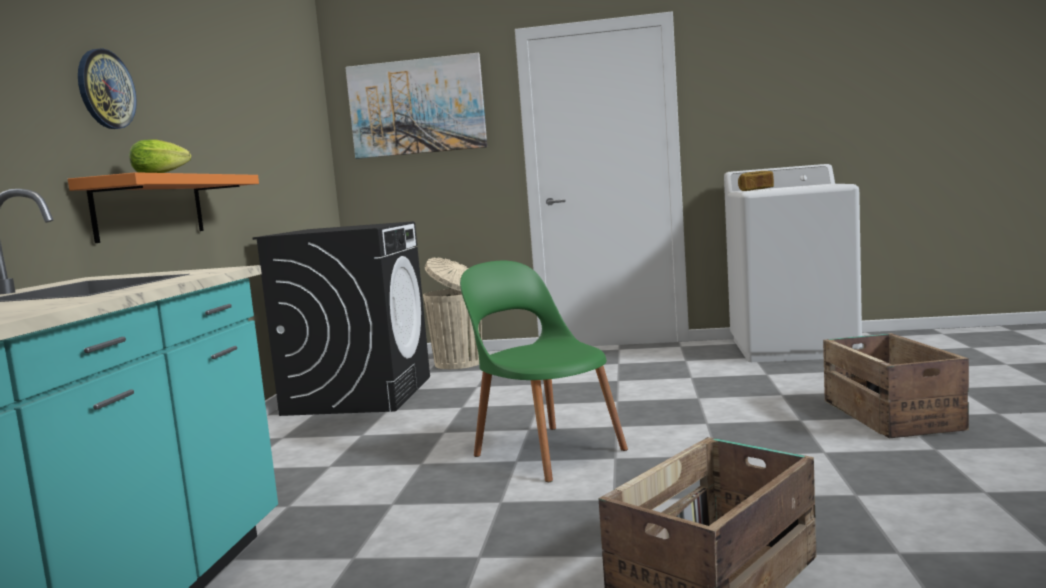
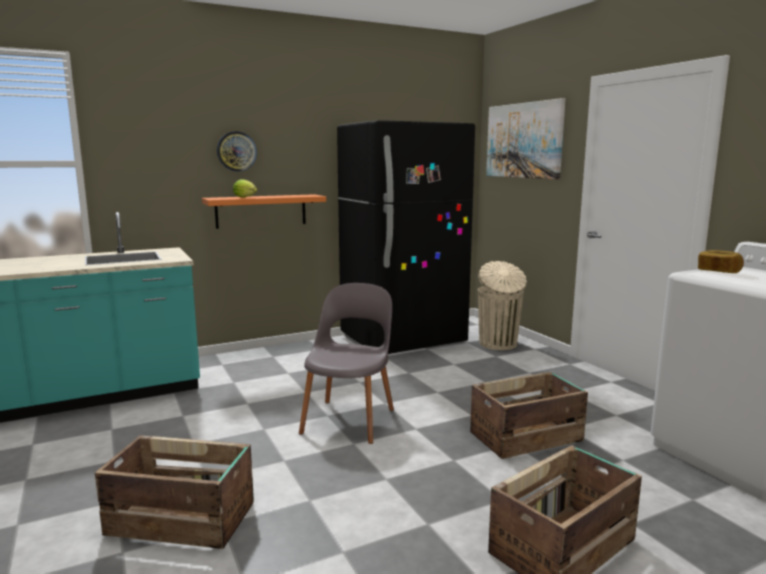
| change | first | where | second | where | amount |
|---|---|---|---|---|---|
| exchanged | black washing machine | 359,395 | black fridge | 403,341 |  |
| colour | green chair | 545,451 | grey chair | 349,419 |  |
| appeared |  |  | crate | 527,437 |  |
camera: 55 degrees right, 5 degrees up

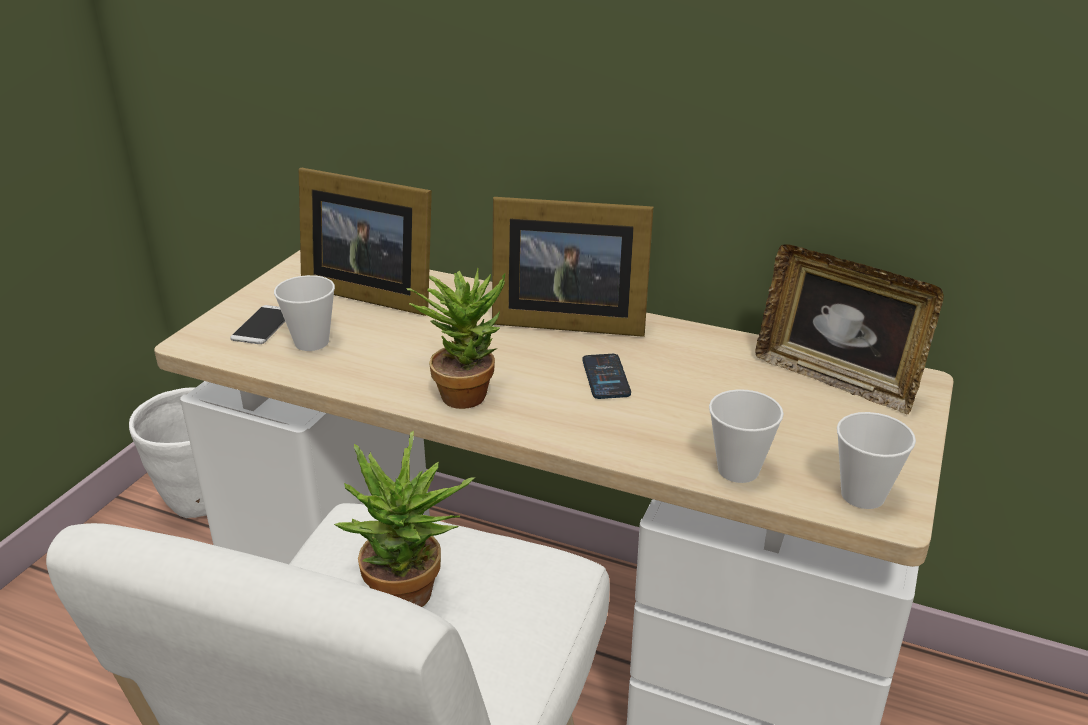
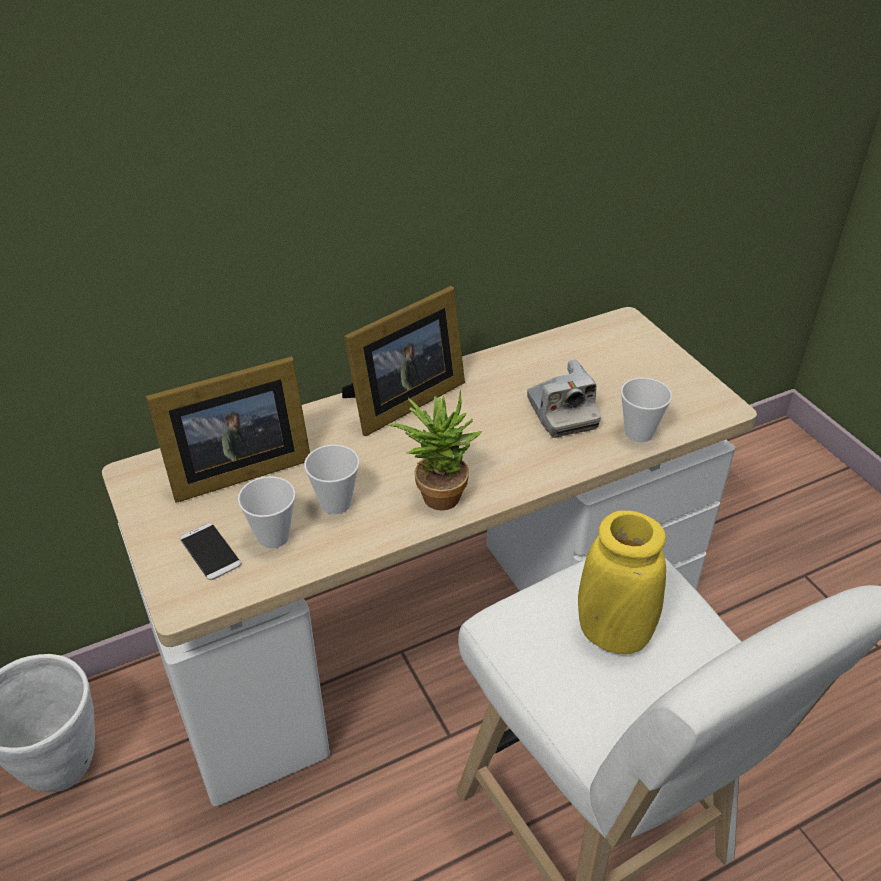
| change | first | where | second | where | amount |
|---|---|---|---|---|---|
| exchanged | potted plant | 412,599 | yellow vase | 613,633 |  |
| missing | phone | 606,377 |  |  |  |
| missing | picture frame | 835,379 |  |  |  |
| relocated | cup | 862,495 |  | 335,503 |  |
| appeared |  |  | photo camera | 561,413 |  |
camera: 50 degrees left, 10 degrees up

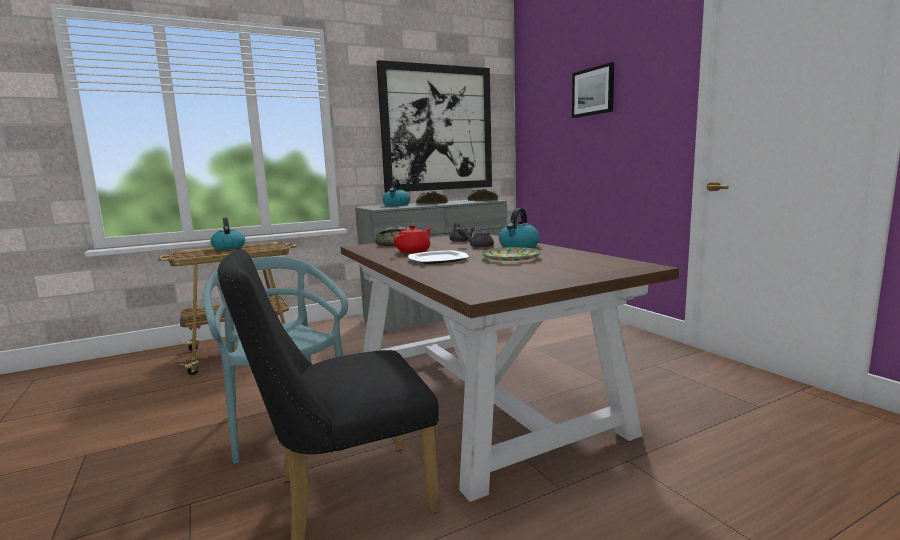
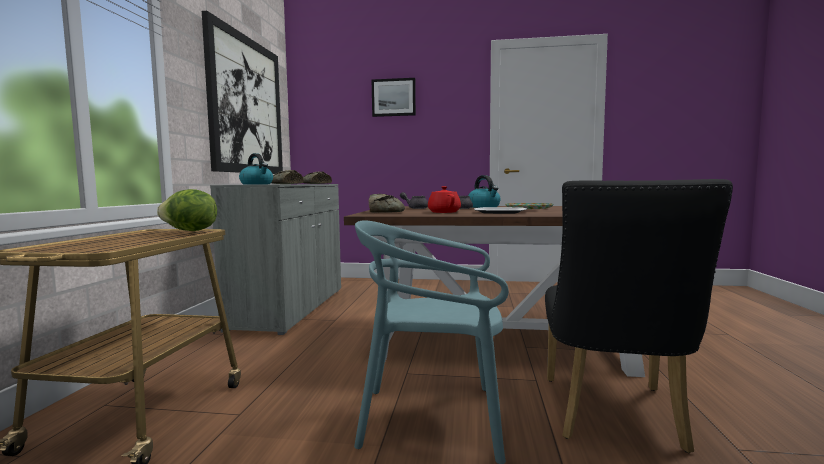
| change | first | where | second | where | amount |
|---|---|---|---|---|---|
| missing | kettle | 228,247 |  |  |  |
| appeared |  |  | lettuce | 190,231 |  |
camera: 55 degrees left, 5 degrees down

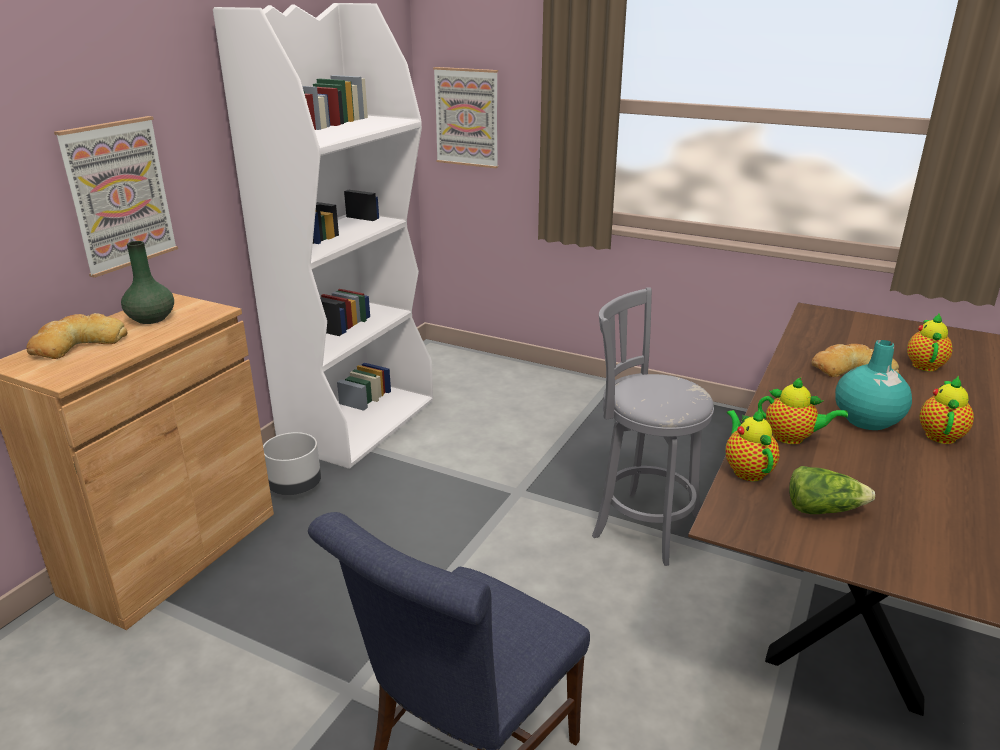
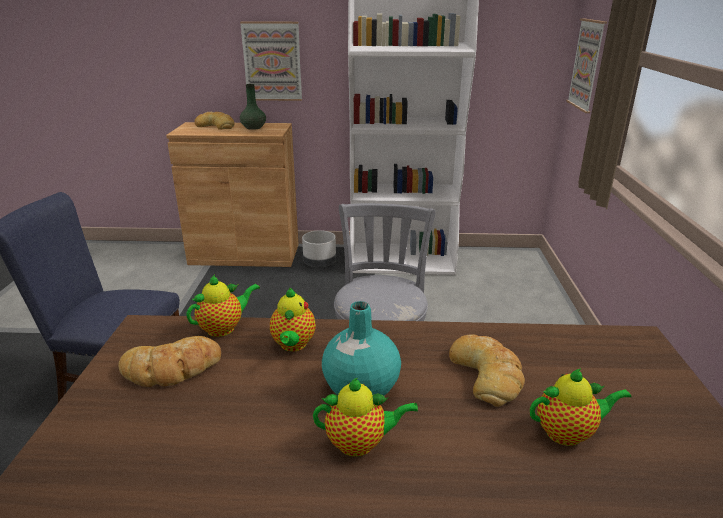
| change | first | where | second | where | amount |
|---|---|---|---|---|---|
| exchanged | lettuce | 823,509 | bread | 172,368 |  |
camera: 65 degrees right, 0 degrees up

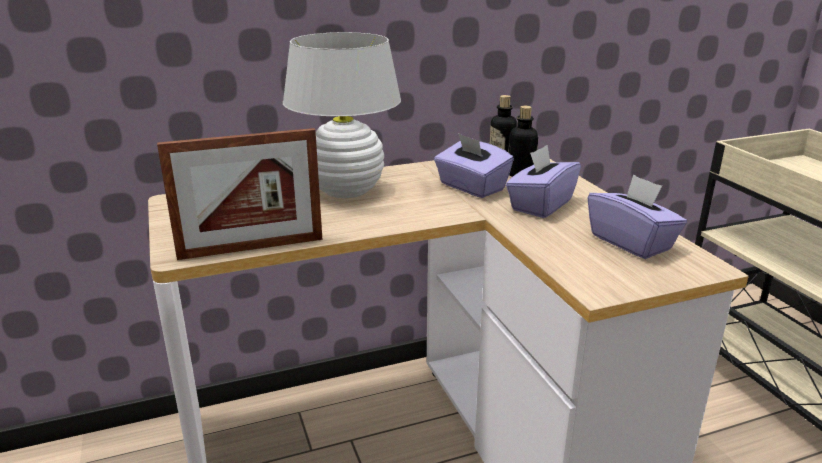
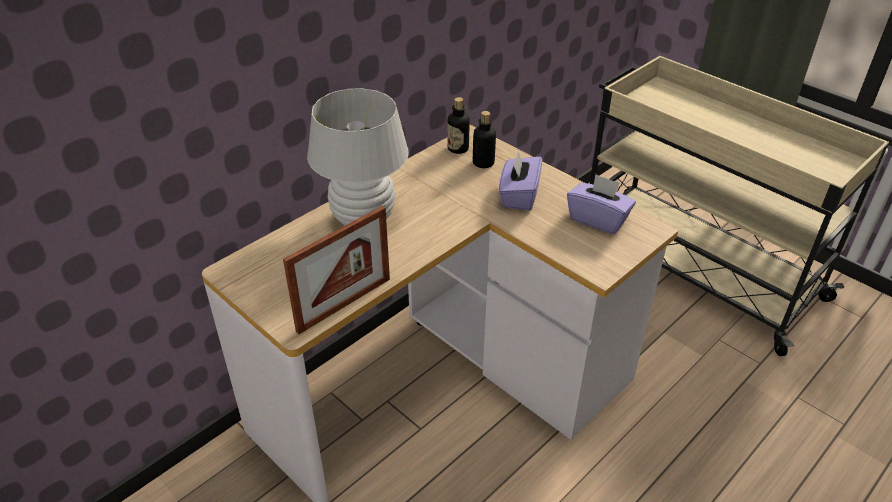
| change | first | where | second | where | amount |
|---|---|---|---|---|---|
| missing | purple tissue box | 471,187 |  |  |  |
camera: 25 degrees left, 15 degrees up

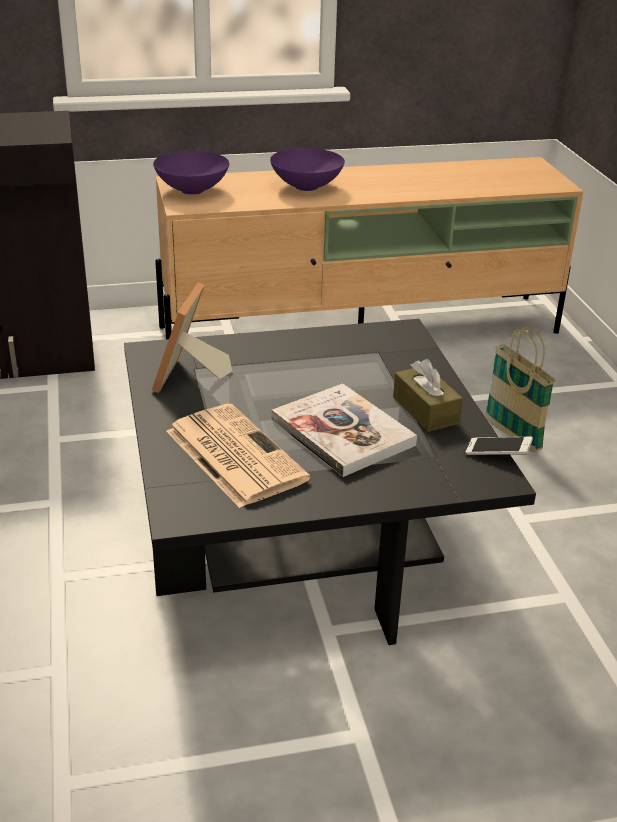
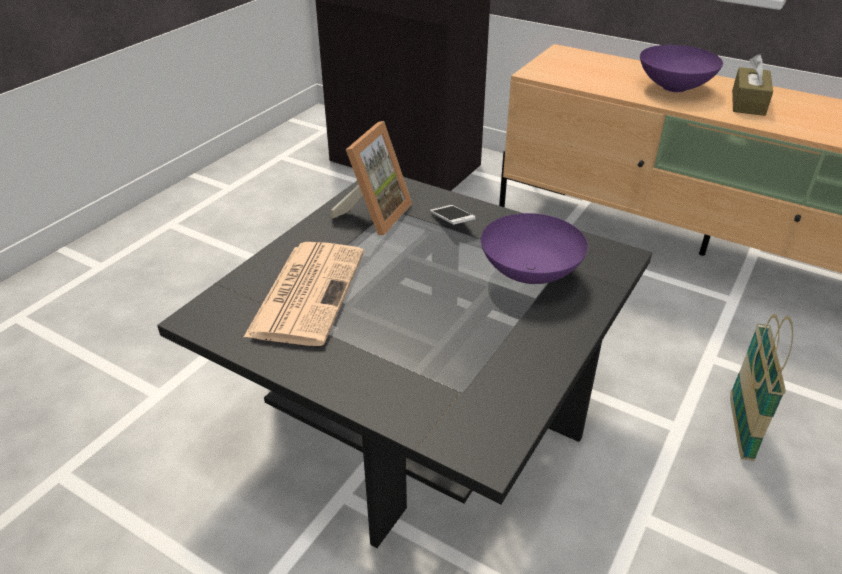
| change | first | where | second | where | amount |
|---|---|---|---|---|---|
| spun | picture frame | 189,378 |  | 374,215 | 150 degrees clockwise |
| relocated | purple bowl | 193,190 |  | 530,274 |  |
| missing | book | 342,432 |  |  |  |
| relocated | brown tissue box | 425,410 |  | 748,102 |  |
| relocated | phone | 497,454 |  | 451,222 |  |
camera: 45 degrees right, 5 degrees up

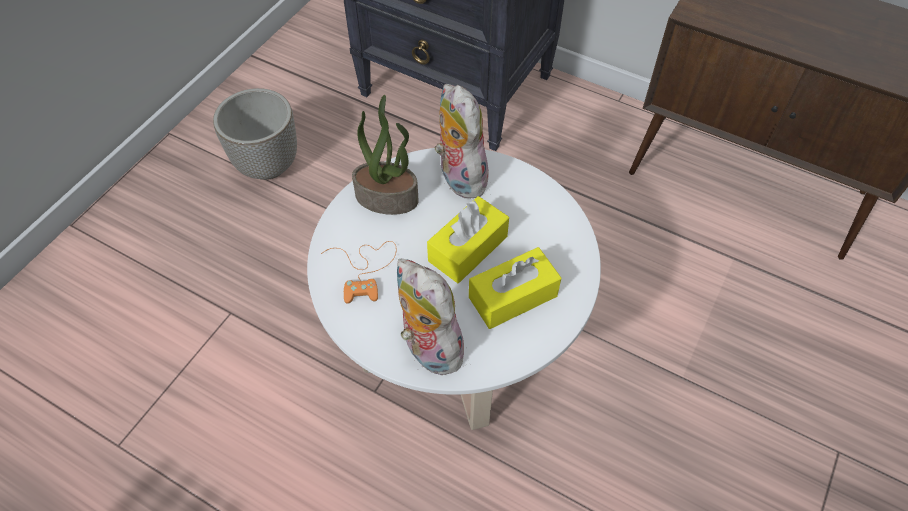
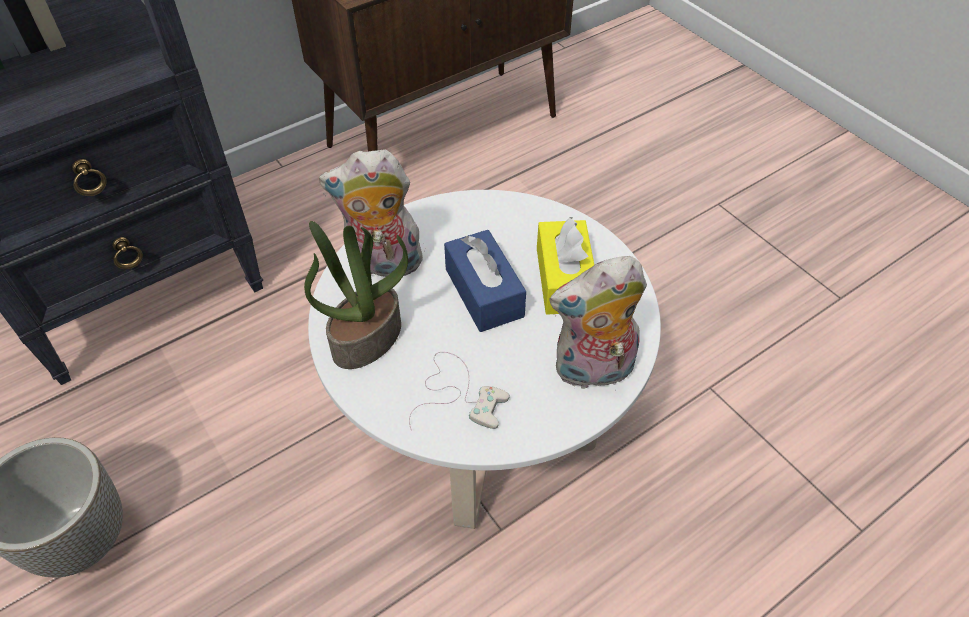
| change | first | where | second | where | amount |
|---|---|---|---|---|---|
| colour | orange game controller | 366,269 | white game controller | 457,394 |  |
| colour | yellow tissue box | 468,248 | blue tissue box | 484,292 |  |
camera: 65 degrees left, 5 degrees down

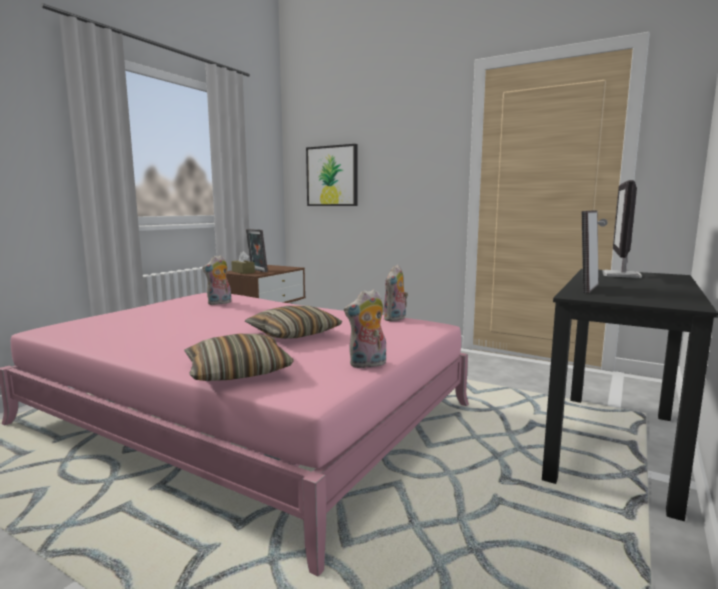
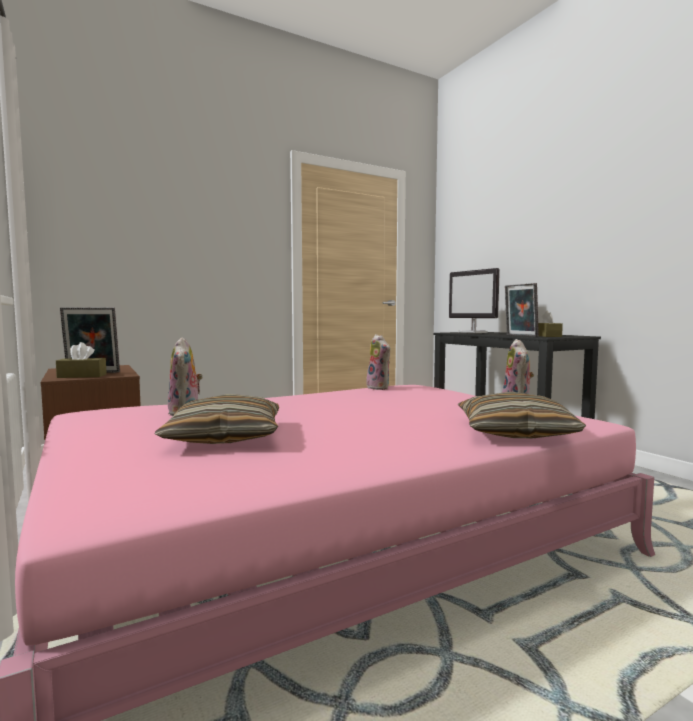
| change | first | where | second | where | amount |
|---|---|---|---|---|---|
| relocated | pillow | 293,334 |  | 225,436 |  |
| missing | picture | 332,176 |  |  |  |
| appeared |  |  | brown tissue box | 548,336 |  |
camera: 60 degrees left, 5 degrees down

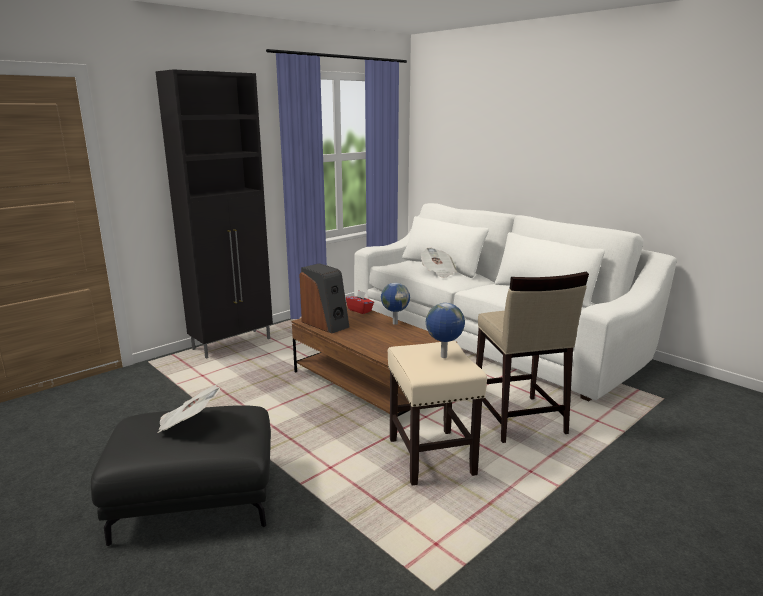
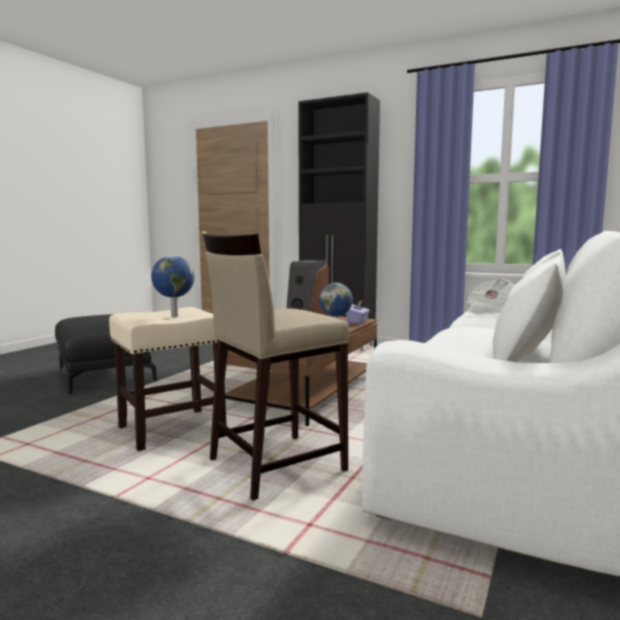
| change | first | where | second | where | amount |
|---|---|---|---|---|---|
| missing | newspaper | 189,423 |  |  |  |
| colour | red tissue box | 360,310 | purple tissue box | 357,322 |  |
camera: 70 degrees right, 10 degrees down

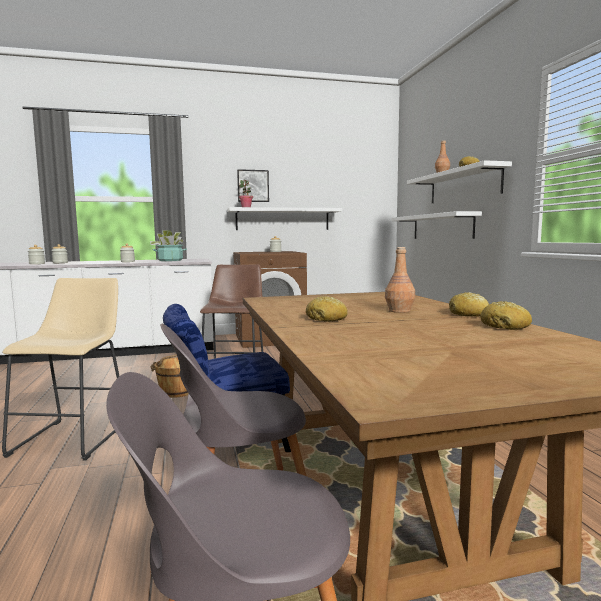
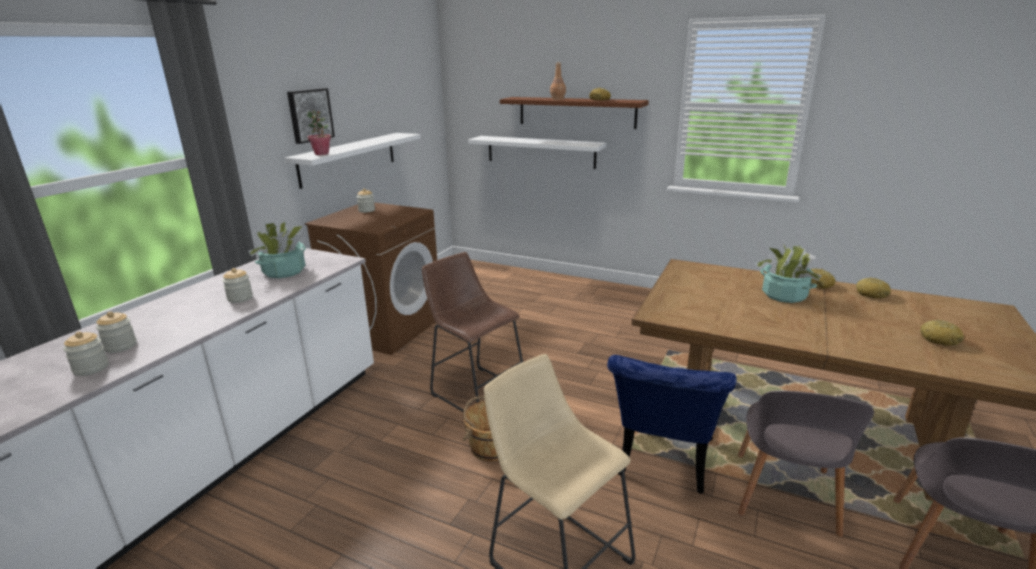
| change | first | where | second | where | amount |
|---|---|---|---|---|---|
| relocated | bread | 327,319 |  | 939,339 |  |
| exchanged | brown bottle | 399,311 | potted plant | 784,295 |  |
| colour | white shelf | 463,185 | brown shelf | 576,112 |  |
camera: 50 degrees left, 15 degrees up

